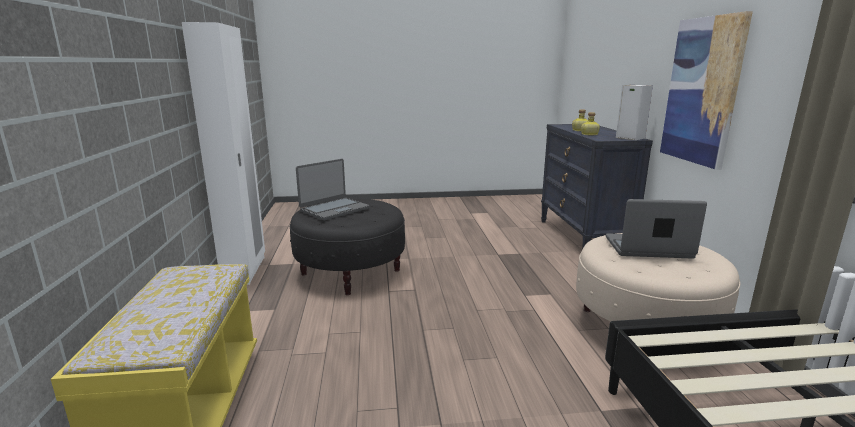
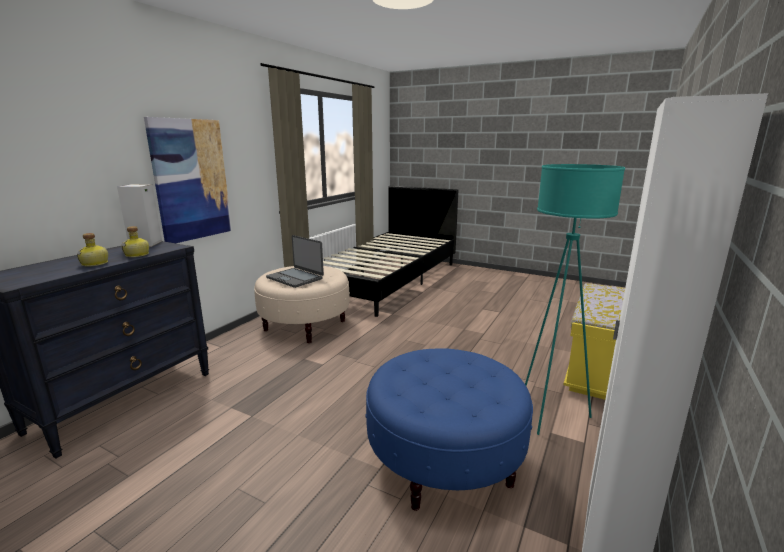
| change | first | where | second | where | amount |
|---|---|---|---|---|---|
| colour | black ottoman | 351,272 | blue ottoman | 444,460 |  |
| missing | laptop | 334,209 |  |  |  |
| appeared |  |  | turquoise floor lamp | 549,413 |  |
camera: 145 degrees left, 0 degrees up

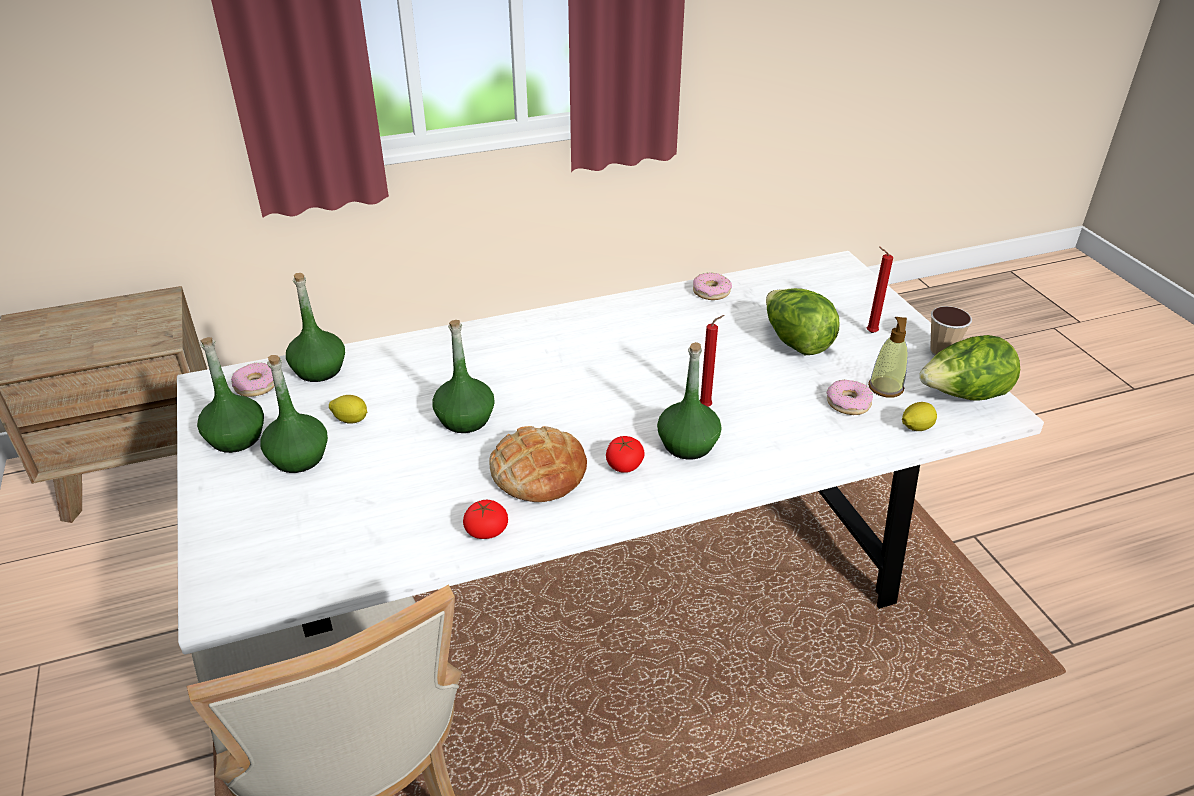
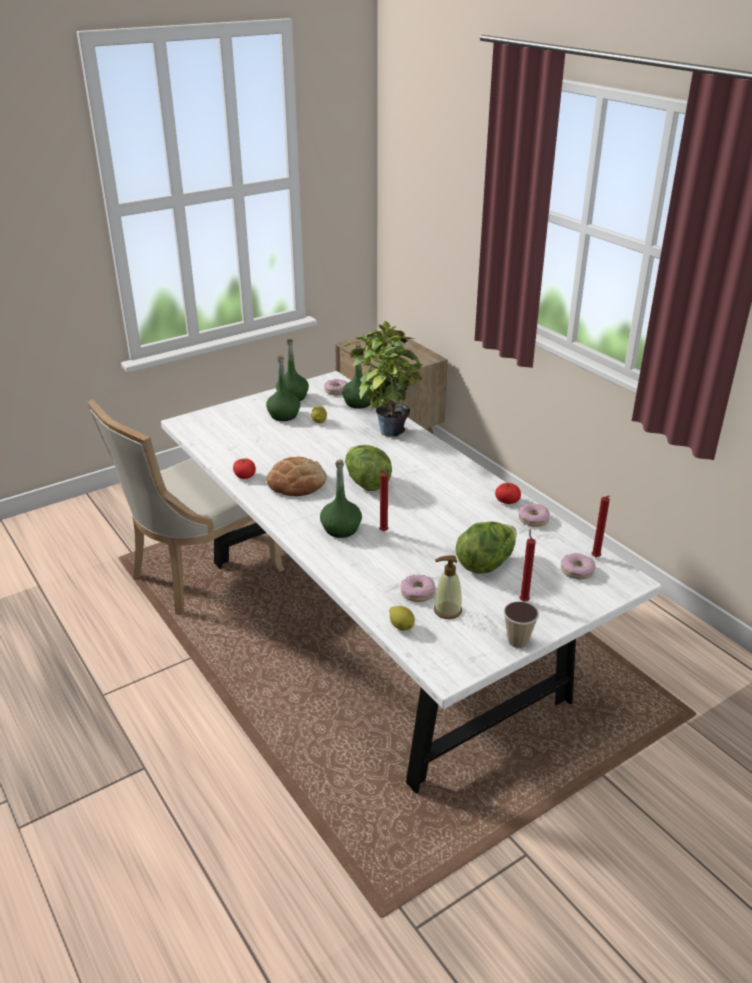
| change | first | where | second | where | amount |
|---|---|---|---|---|---|
| missing | green bottle | 465,419 |  |  |  |
| relocated | tomato | 624,465 |  | 507,501 |  |
| relocated | lettuce | 963,396 |  | 366,483 |  |
| appeared |  |  | potted plant | 385,429 |  |
| appeared |  |  | donut | 577,570 |  |
| appeared |  |  | red candle | 596,558 |  |
camera: 75 degrees right, 5 degrees down

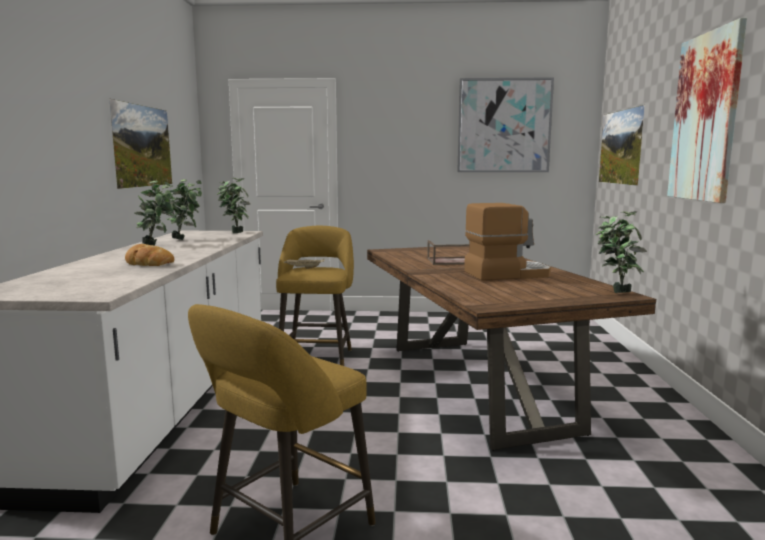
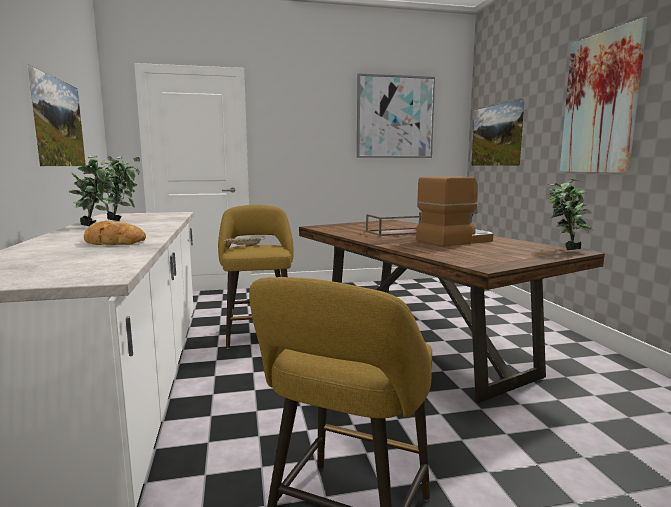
| change | first | where | second | where | amount |
|---|---|---|---|---|---|
| missing | potted plant | 234,232 |  |  |  |
camera: 15 degrees left, 0 degrees up

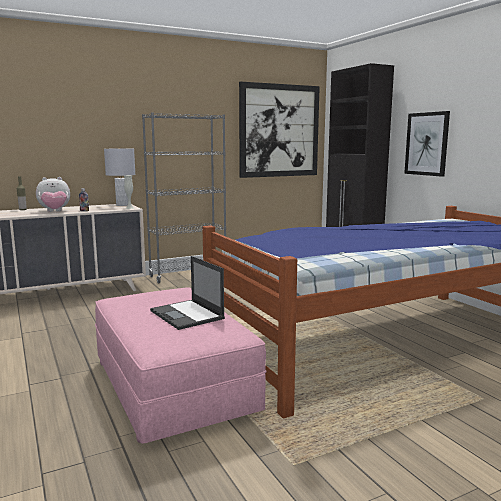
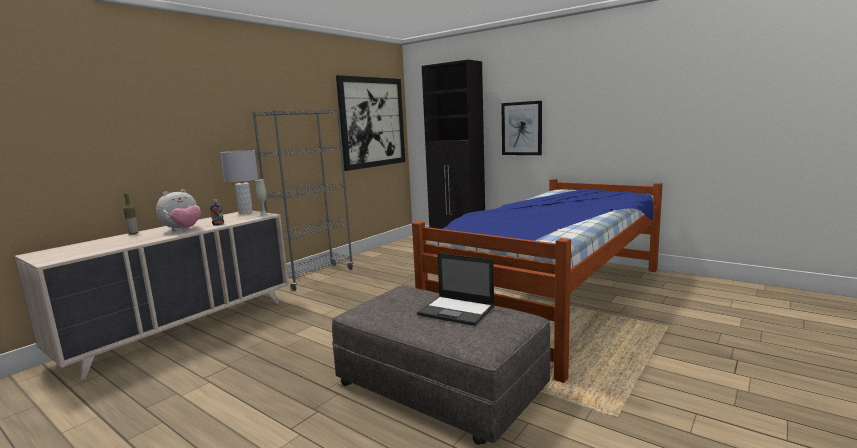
| change | first | where | second | where | amount |
|---|---|---|---|---|---|
| colour | pink ottoman | 173,386 | grey ottoman | 440,385 |  |
camera: 25 degrees left, 0 degrees up

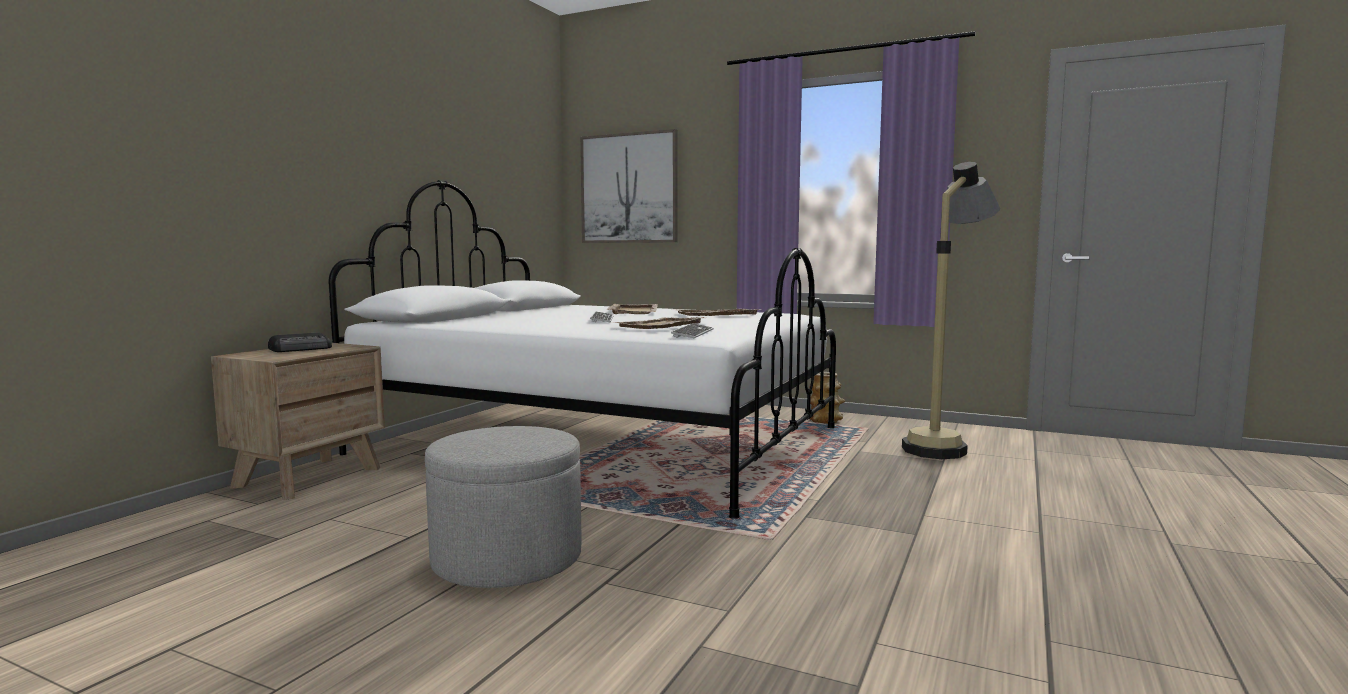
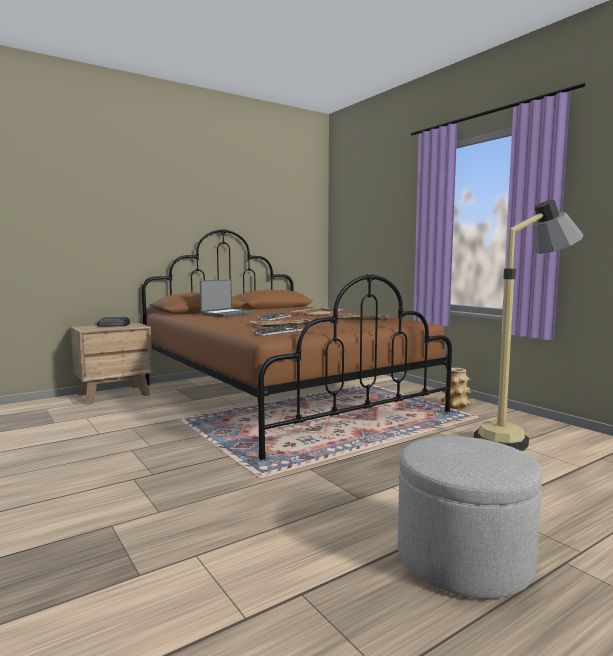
| change | first | where | second | where | amount |
|---|---|---|---|---|---|
| colour | white bed | 603,441 | brown bed | 282,397 |  |
| relocated | grey ottoman | 507,559 |  | 463,559 |  |
| missing | picture | 629,188 |  |  |  |
| appeared |  |  | laptop | 226,314 |  |
camera: 30 degrees right, 0 degrees up

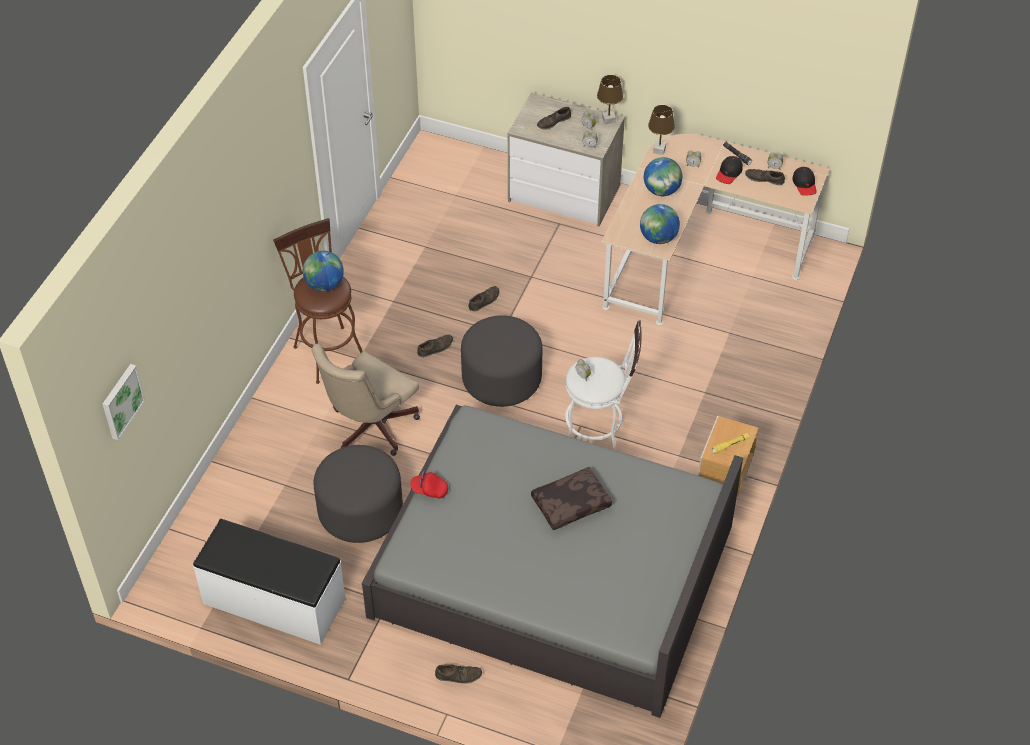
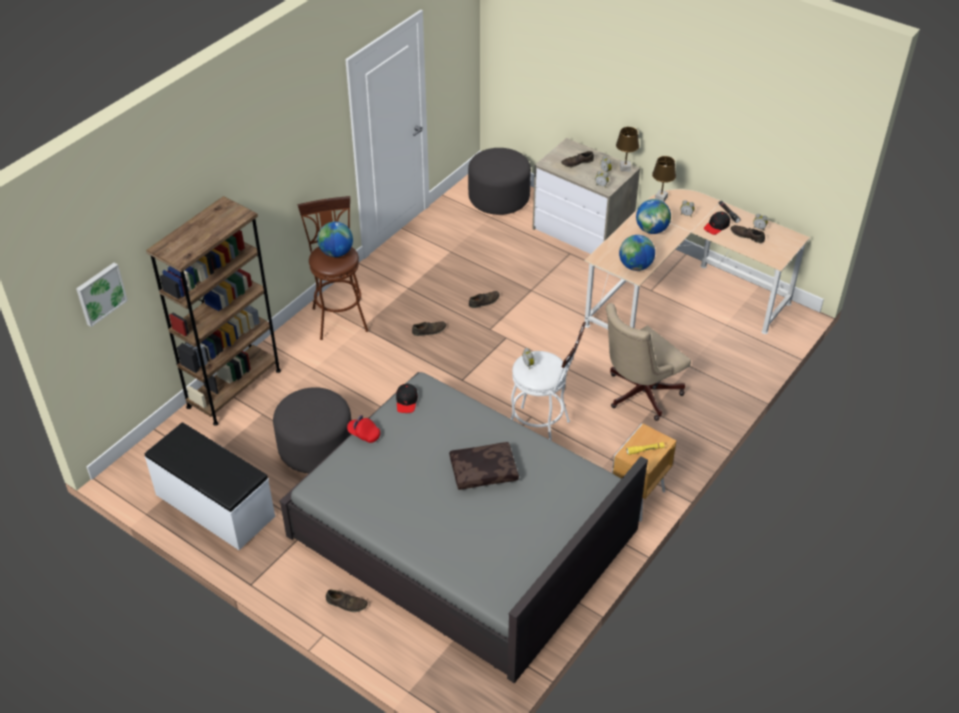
| change | first | where | second | where | amount |
|---|---|---|---|---|---|
| relocated | beige office chair | 369,428 |  | 638,394 |  |
| relocated | grey ottoman | 501,379 |  | 499,198 |  |
| relocated | black cap | 804,184 |  | 406,401 |  |
| appeared |  |  | brown bookcase | 234,388 |  |
camera: 15 degrees right, 5 degrees down

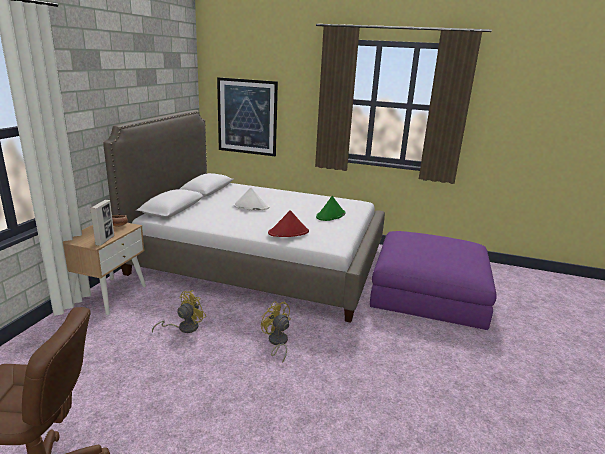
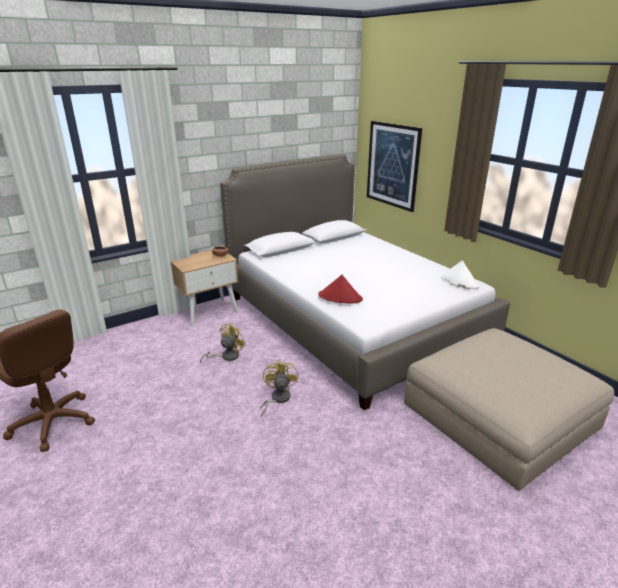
| change | first | where | second | where | amount |
|---|---|---|---|---|---|
| missing | picture frame | 105,240 |  |  |  |
| spun | yellow fan | 184,327 |  | 226,356 | 45 degrees counterclockwise |
| relocated | white hat | 251,207 |  | 459,282 |  |
| missing | green hat | 330,215 |  |  |  |
| colour | purple ottoman | 428,291 | beige ottoman | 499,415 |  |
camera: 40 degrees right, 5 degrees up

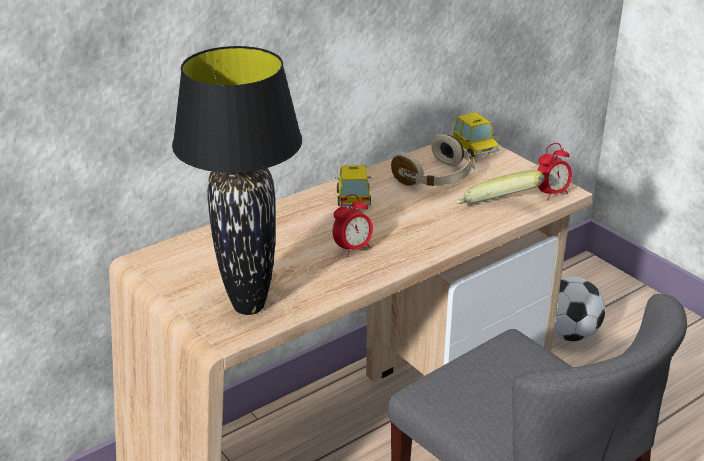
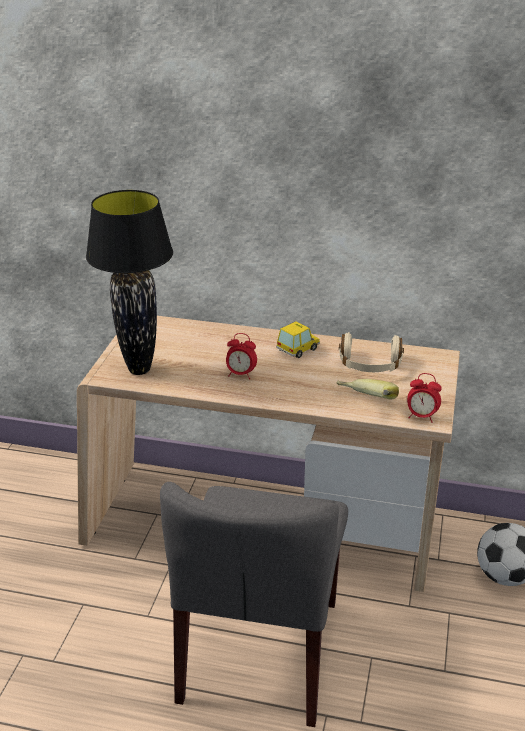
| change | first | where | second | where | amount |
|---|---|---|---|---|---|
| missing | toy car | 475,149 |  |  |  |
camera: 50 degrees right, 0 degrees up

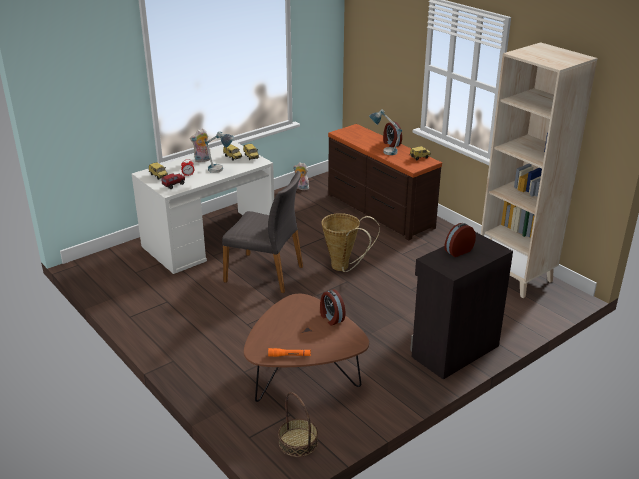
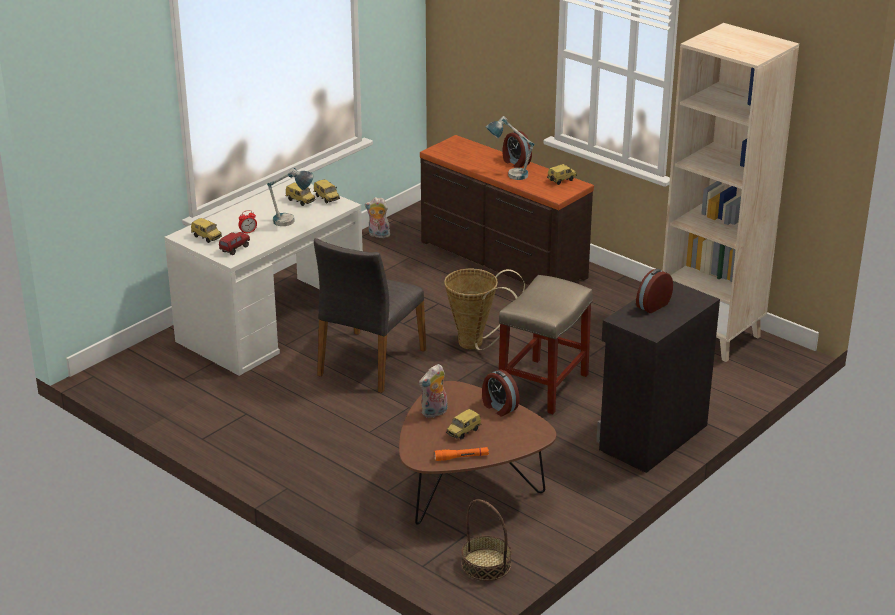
| change | first | where | second | where | amount |
|---|---|---|---|---|---|
| relocated | plush toy | 202,160 |  | 434,413 |  |
| spun | grey chair | 265,273 |  | 369,362 | 105 degrees clockwise |
| appeared |  |  | toy car | 464,432 |  |
| appeared |  |  | beige stool | 543,387 |  |
camera: 10 degrees left, 0 degrees up

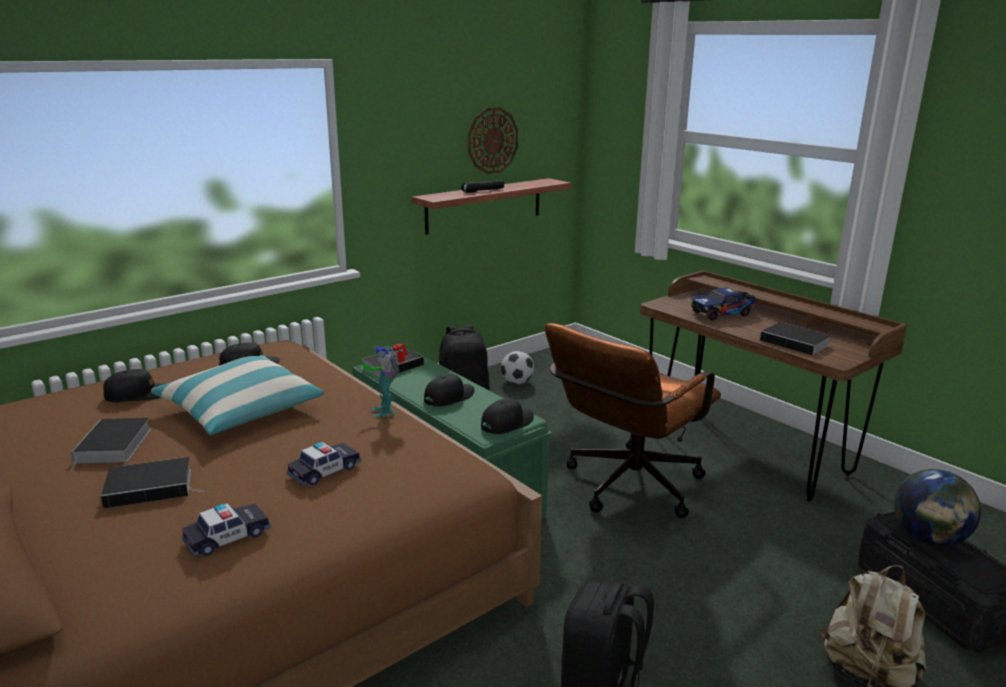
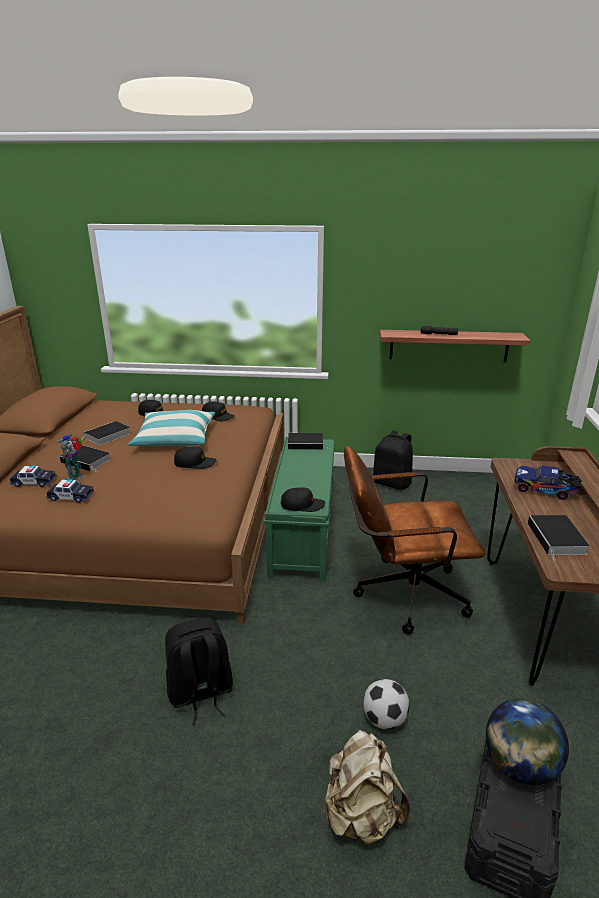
| change | first | where | second | where | amount |
|---|---|---|---|---|---|
| relocated | toy car | 325,471 |  | 34,482 |  |
| relocated | toy robot | 387,410 |  | 76,478 |  |
| relocated | black cap | 449,397 |  | 195,463 |  |
| missing | wall clock | 492,140 |  |  |  |
| relocated | football | 517,382 |  | 384,719 |  |
camera: 45 degrees right, 5 degrees up

